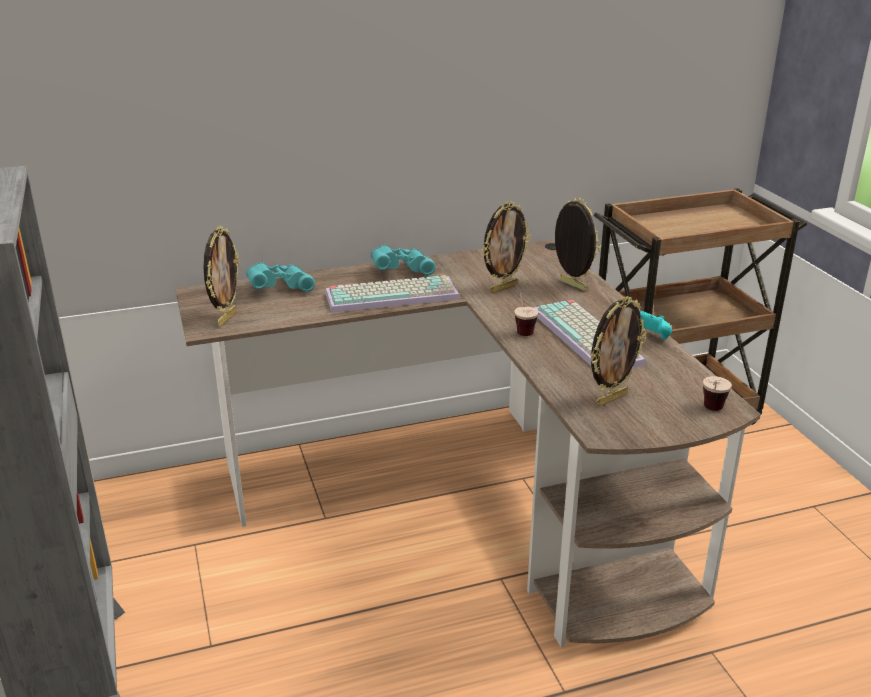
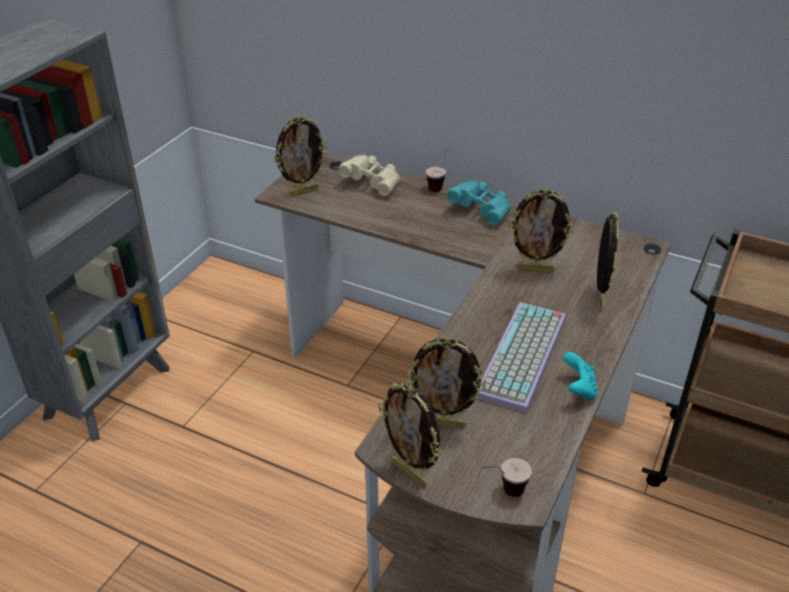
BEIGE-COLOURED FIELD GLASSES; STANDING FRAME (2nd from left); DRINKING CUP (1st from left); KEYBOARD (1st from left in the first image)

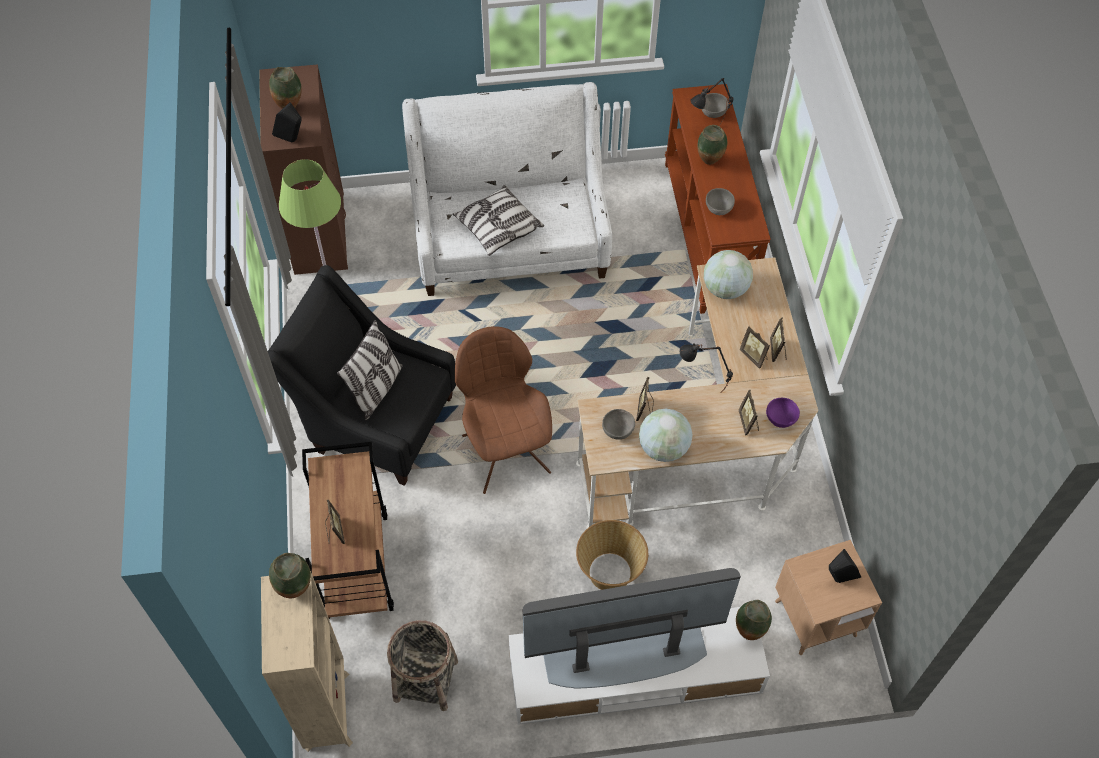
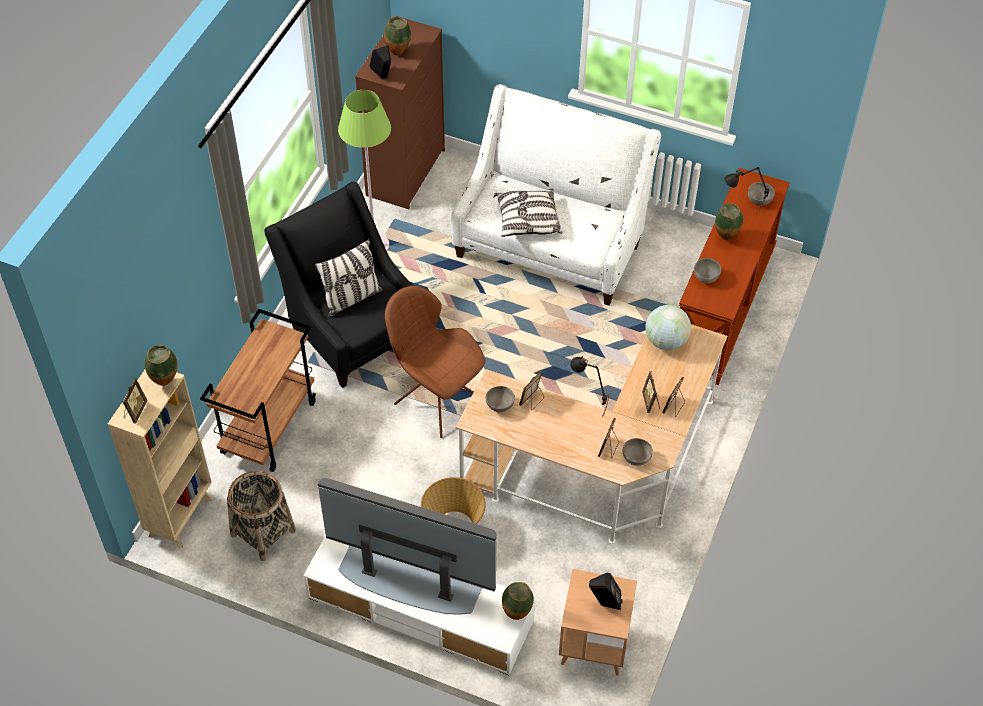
STANDING FRAME (1st from left); BROWNISH PLAIN CHAIR; GREYISH SERVING BOWL (2nd from left); GLOBE (1st from left in the first image)

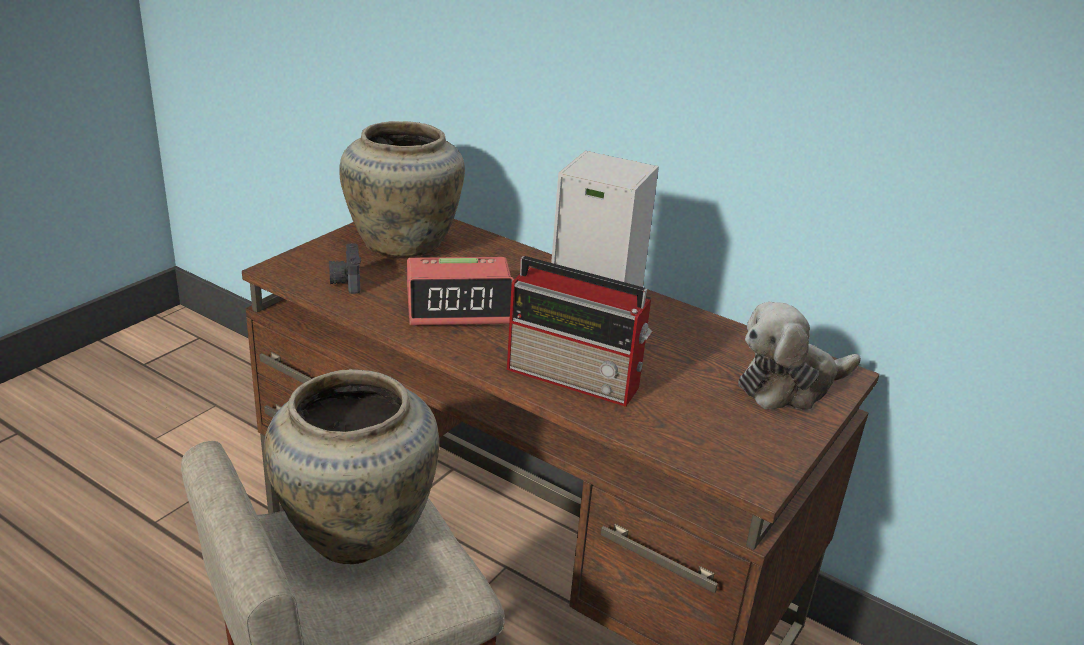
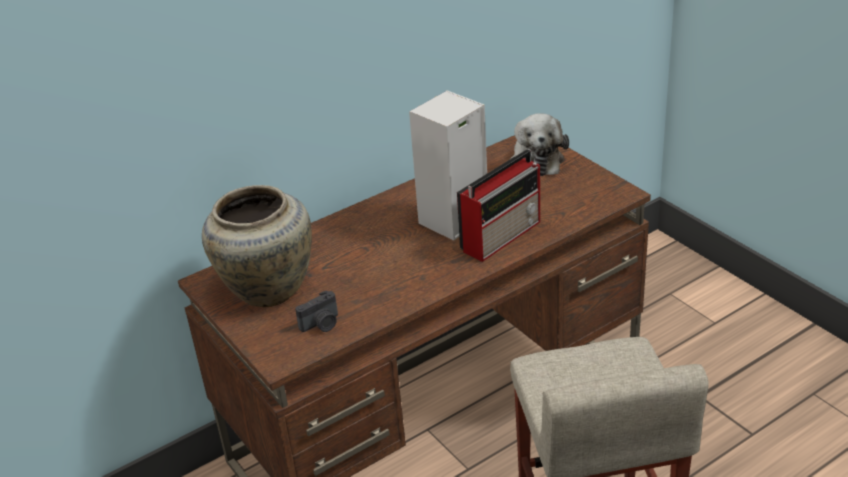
STILL CAMERA; BEIGE-COLOURED FLOWER VASE (1st from left in the first image); TABLE CLOCK

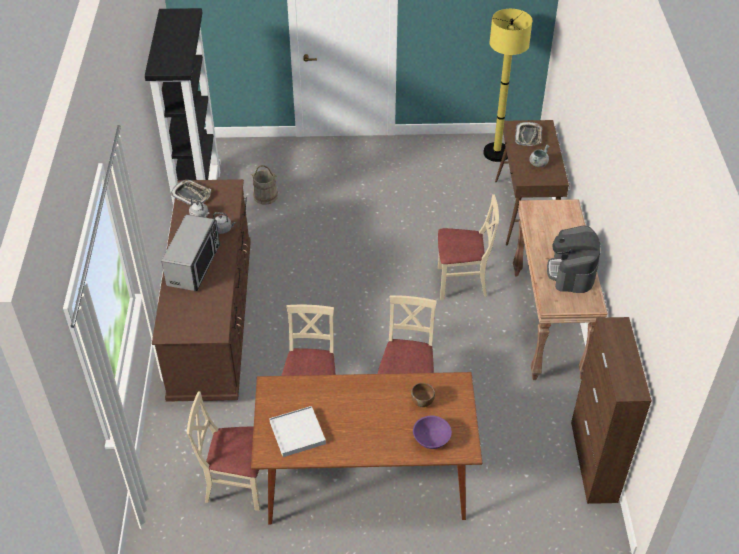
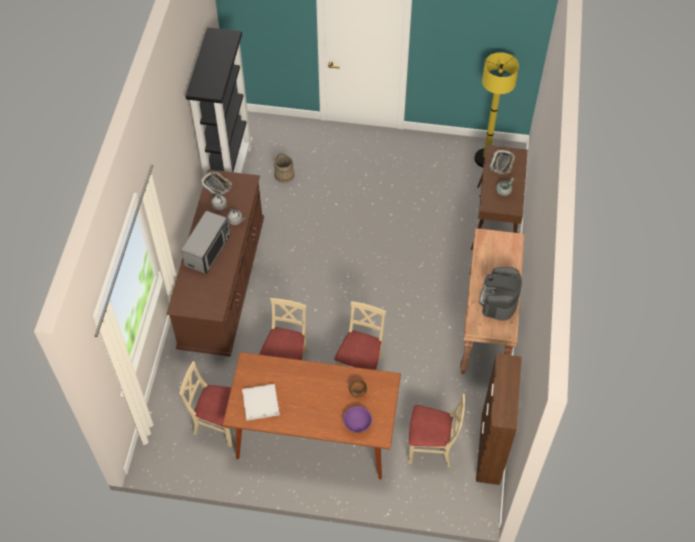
BEIGE-COLOURED PLAIN CHAIR (4th from left)

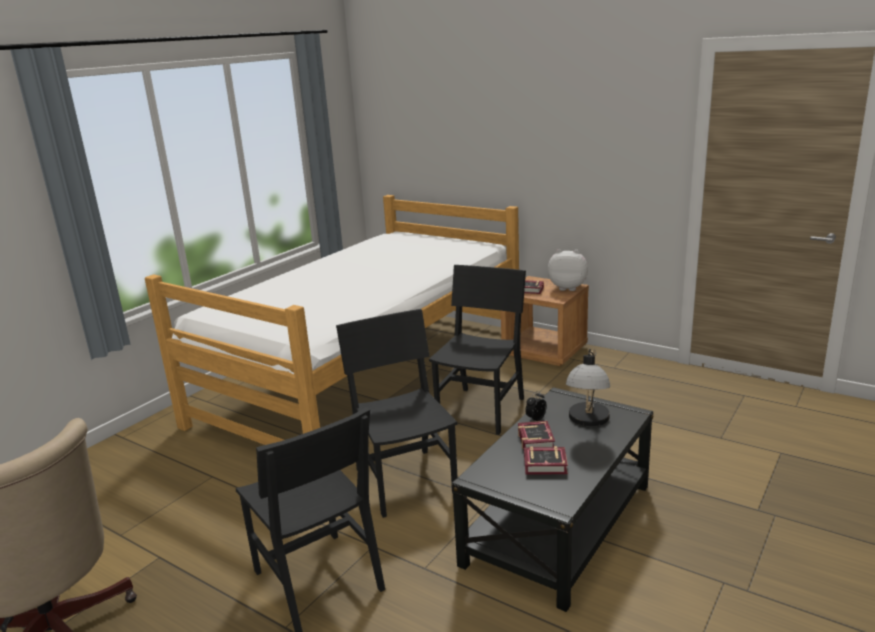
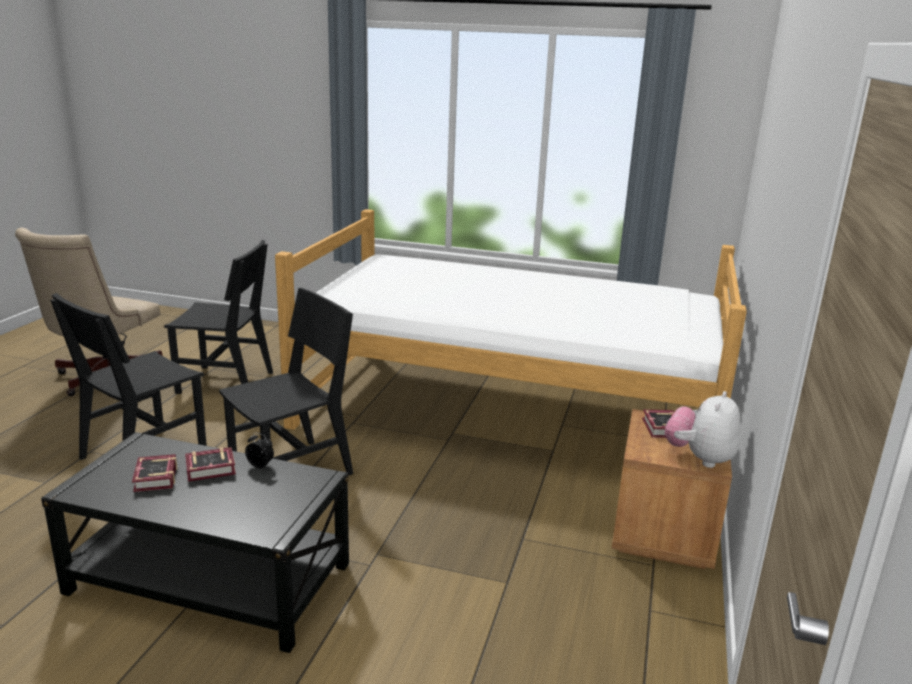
BLACK PLAIN CHAIR (2nd from left); CUDDLY TOY; TABLETOP LAMP

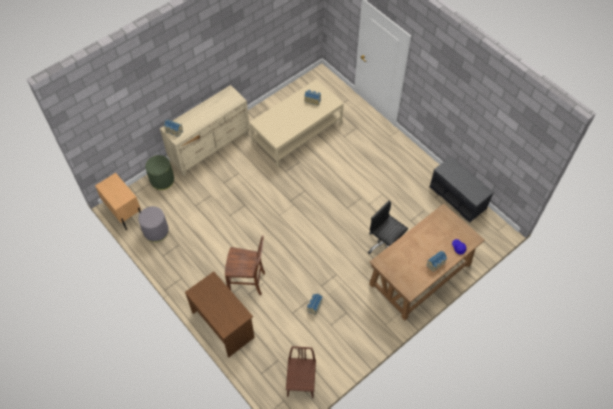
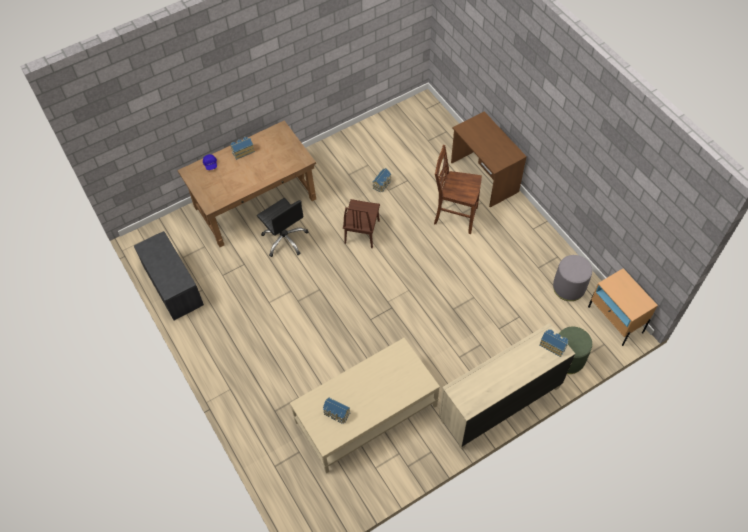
BROWNISH PLAIN CHAIR (1st from left)

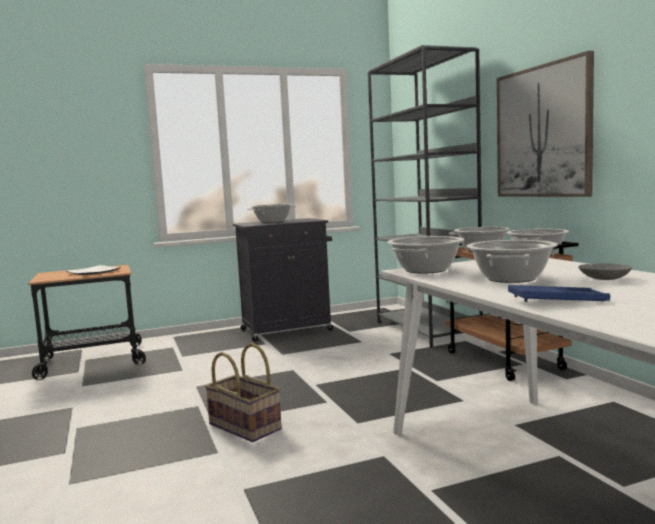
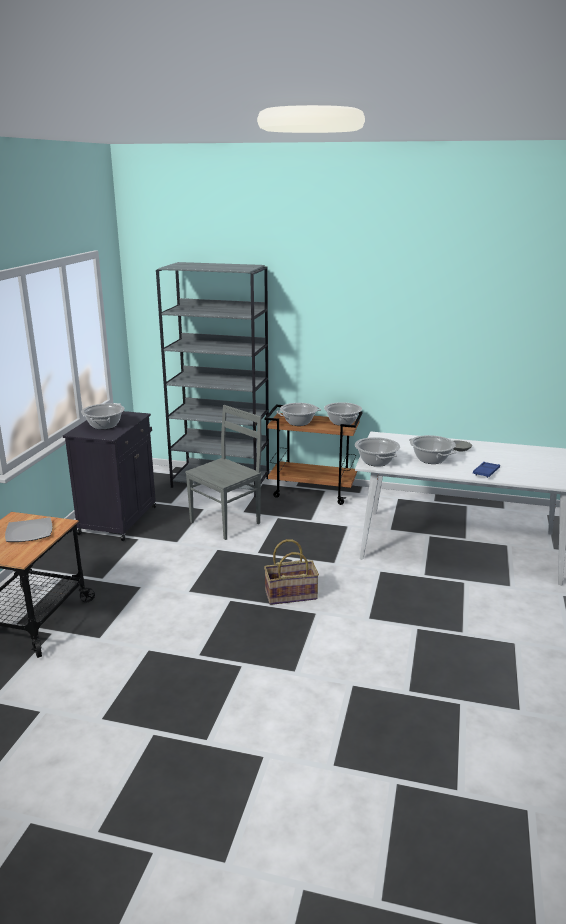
GREYISH PLAIN CHAIR; WALL PICTURE

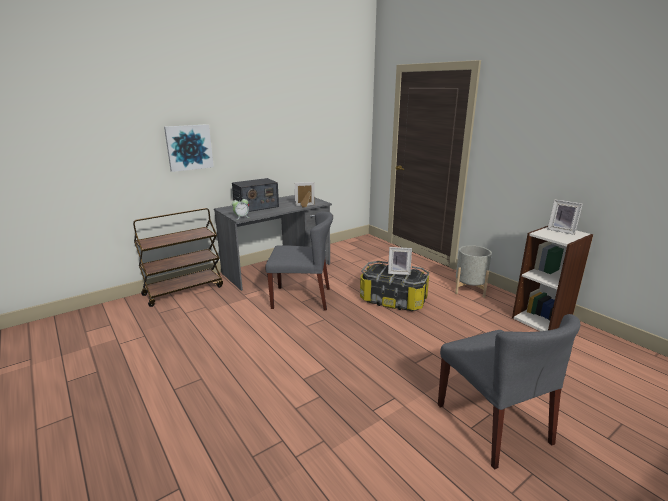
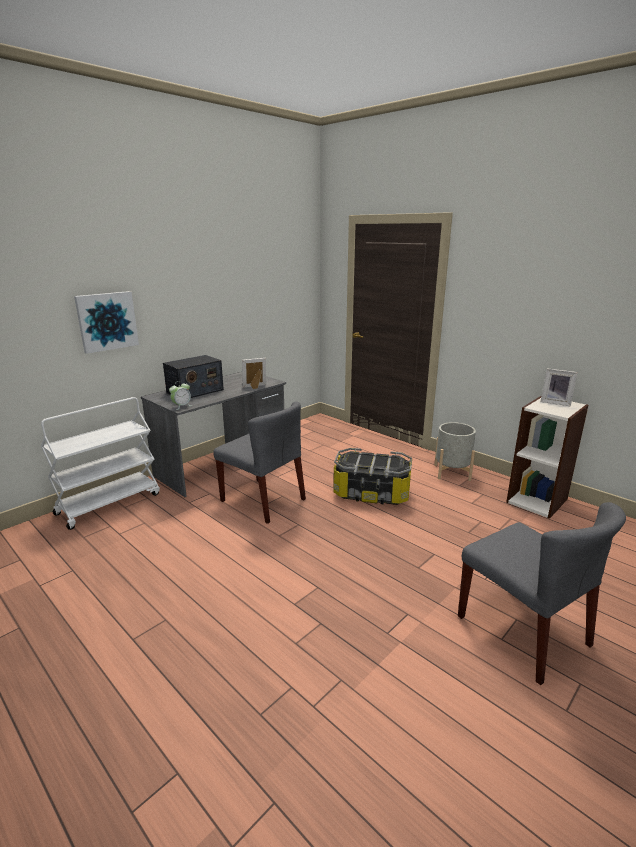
WHITE-COLOURED CART; GREYISH PLAIN CHAIR (1st from left); STANDING FRAME (2nd from left in the first image)

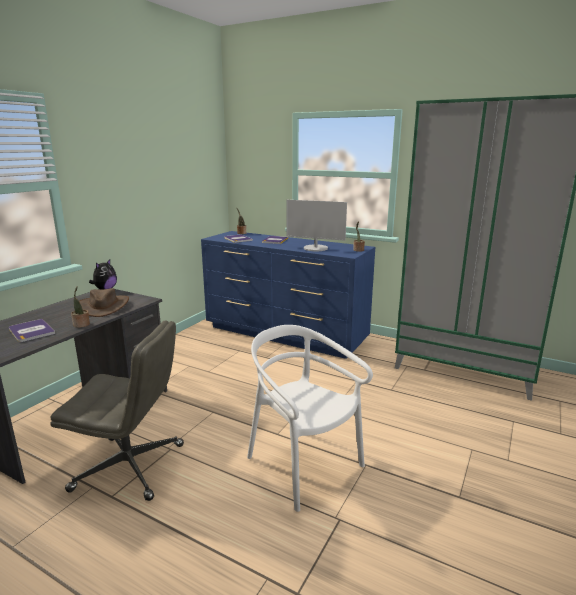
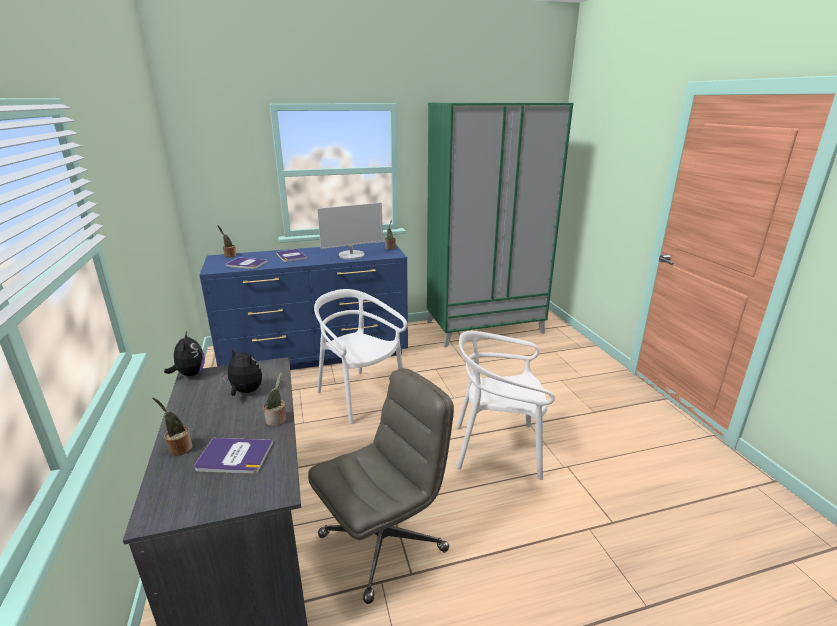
POTTED PLANT (1st from left); CUDDLY TOY (2nd from left); WHITE-COLOURED PLAIN CHAIR (1st from left)

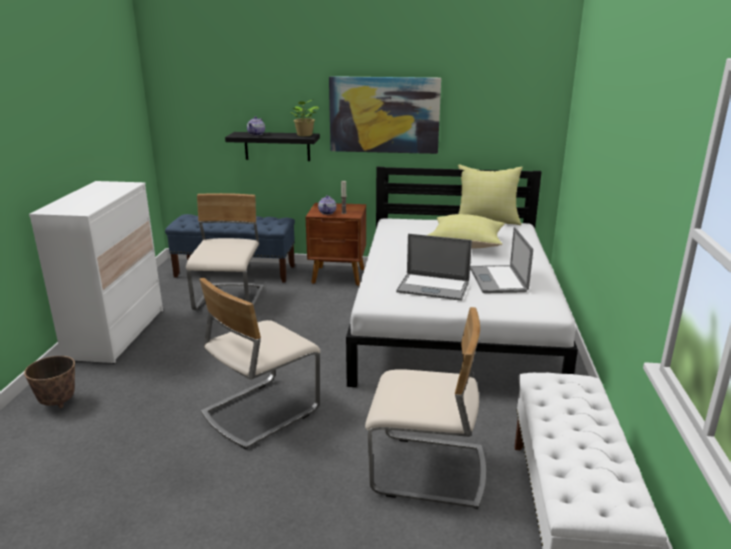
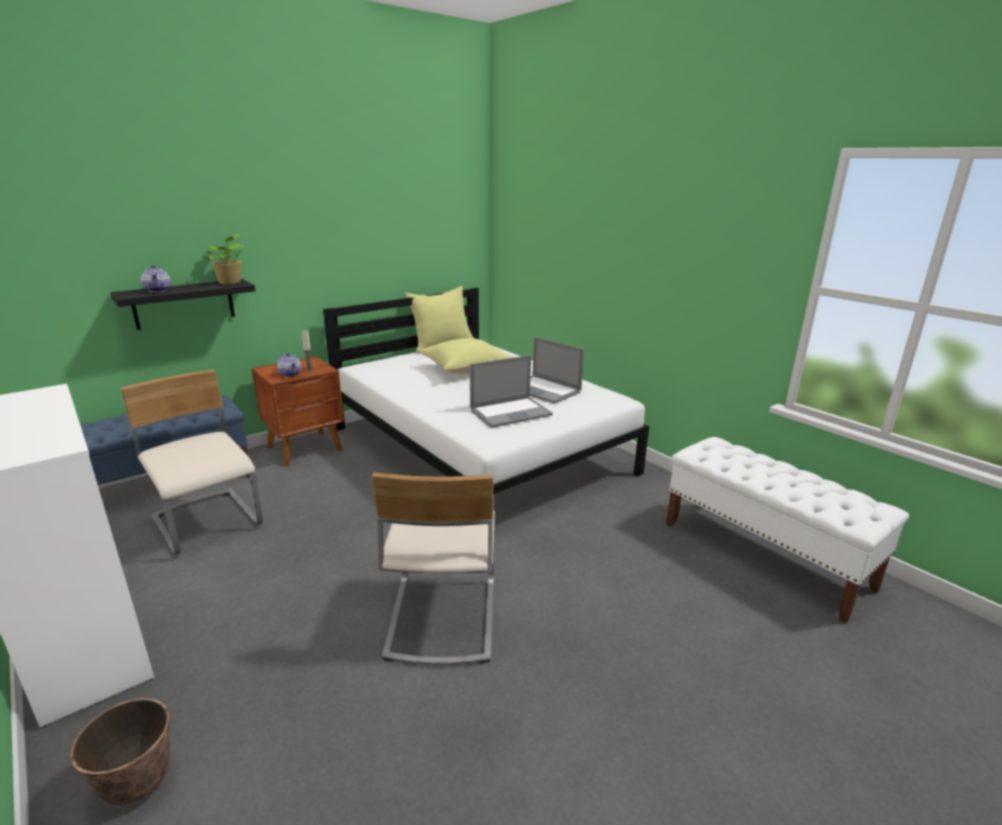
WALL PICTURE; BEIGE-COLOURED PLAIN CHAIR (3rd from left in the first image)

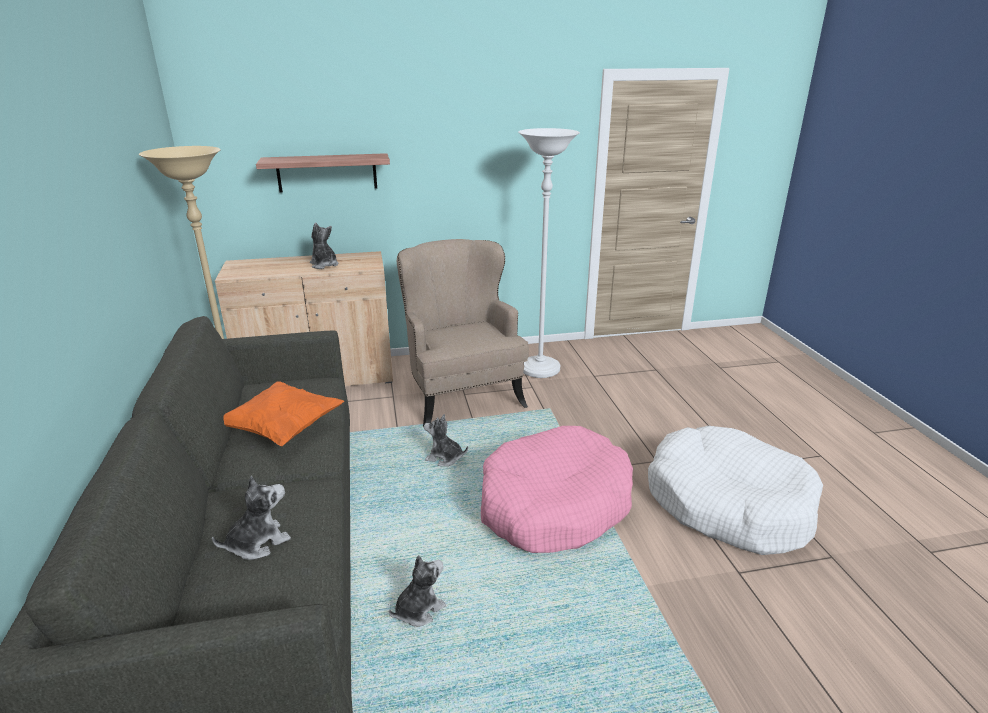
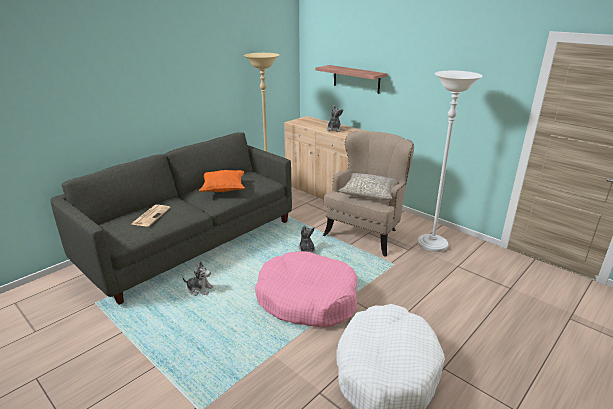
DAILY PAPER; GREYISH THROW PILLOW

